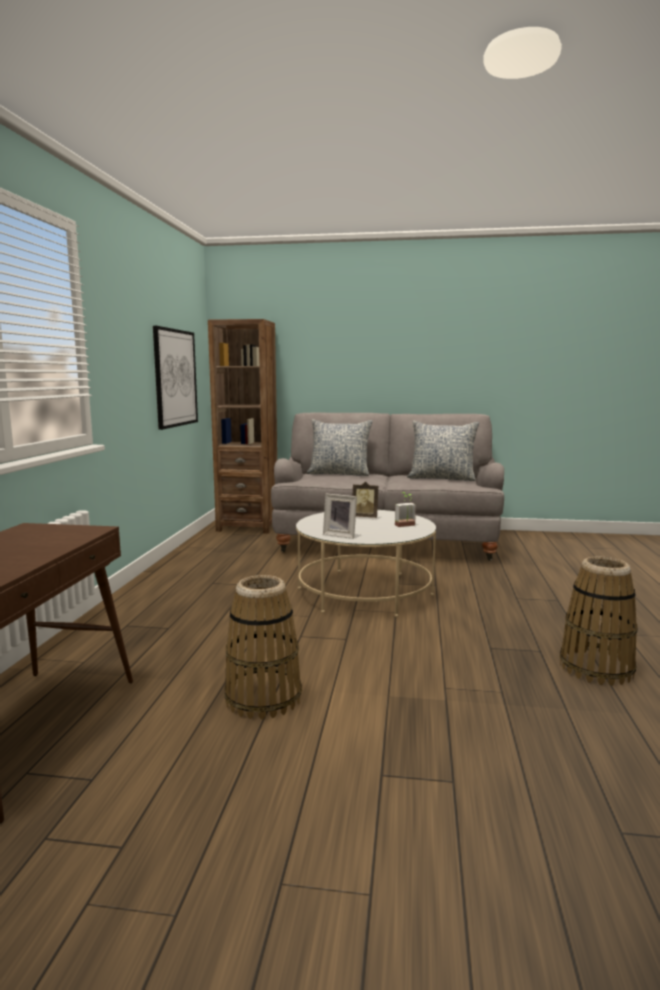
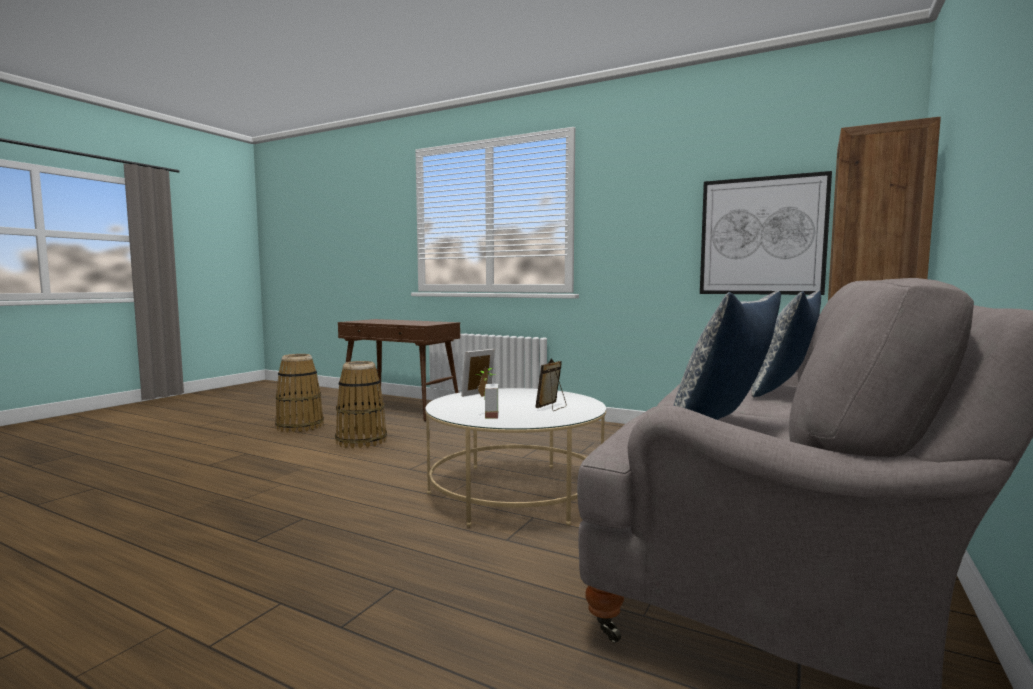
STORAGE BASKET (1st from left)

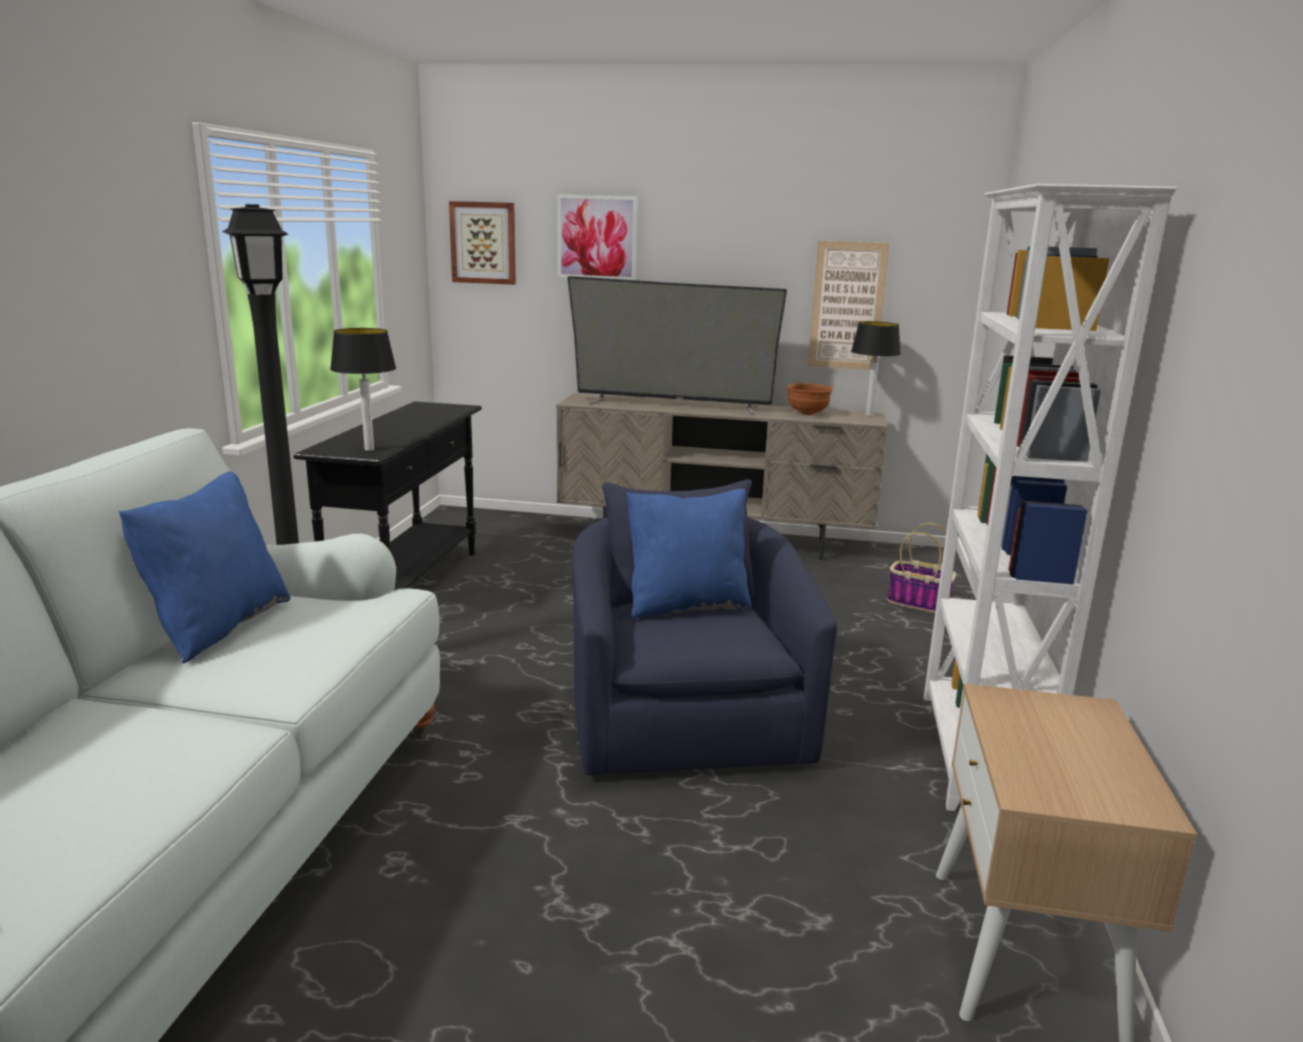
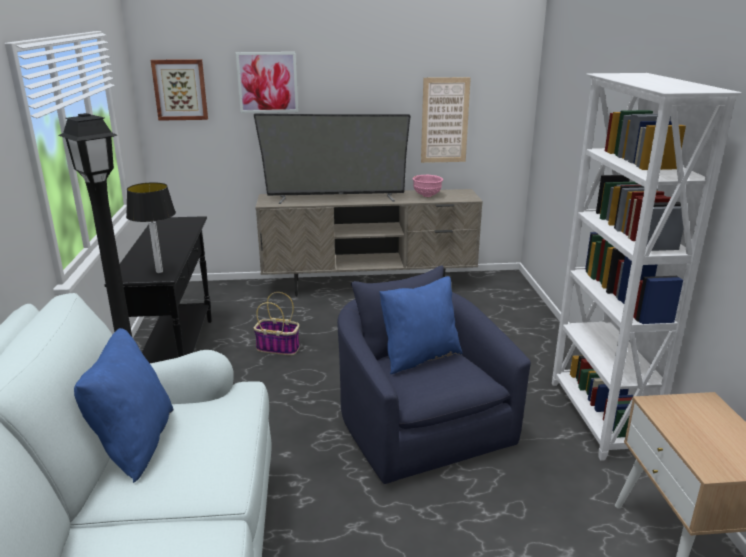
STORAGE BASKET; PINK SERVING BOWL; TABLETOP LAMP (2nd from left in the first image)

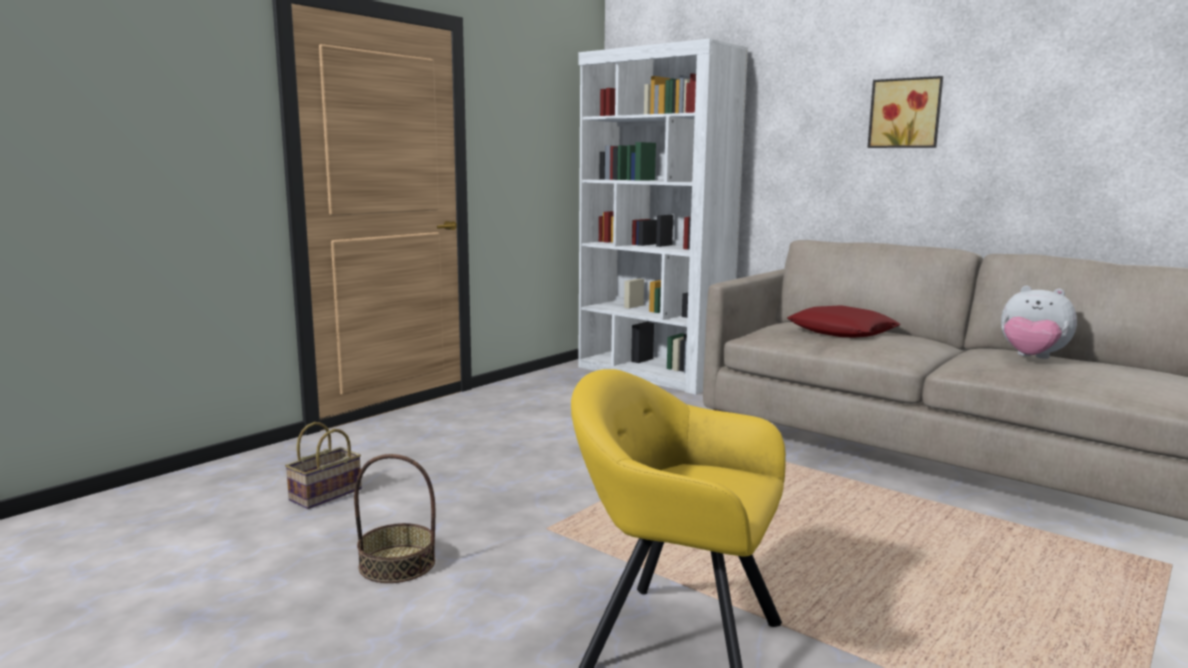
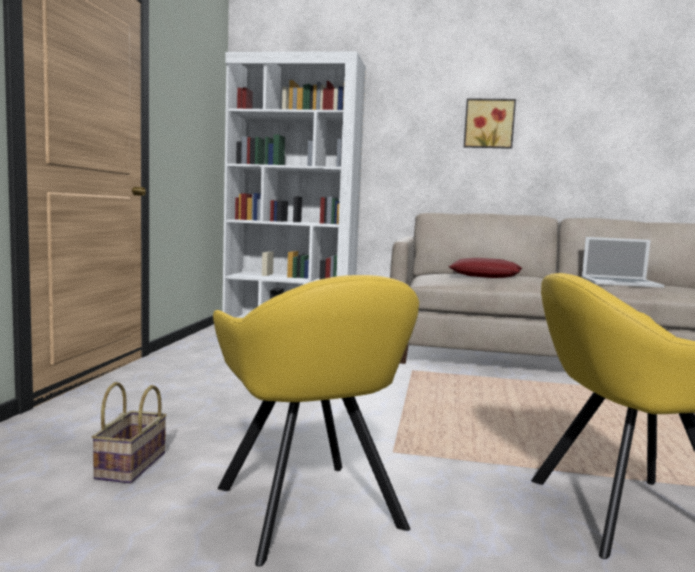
YELLOW-COLOURED EASY CHAIR (1st from left); PORTABLE COMPUTER

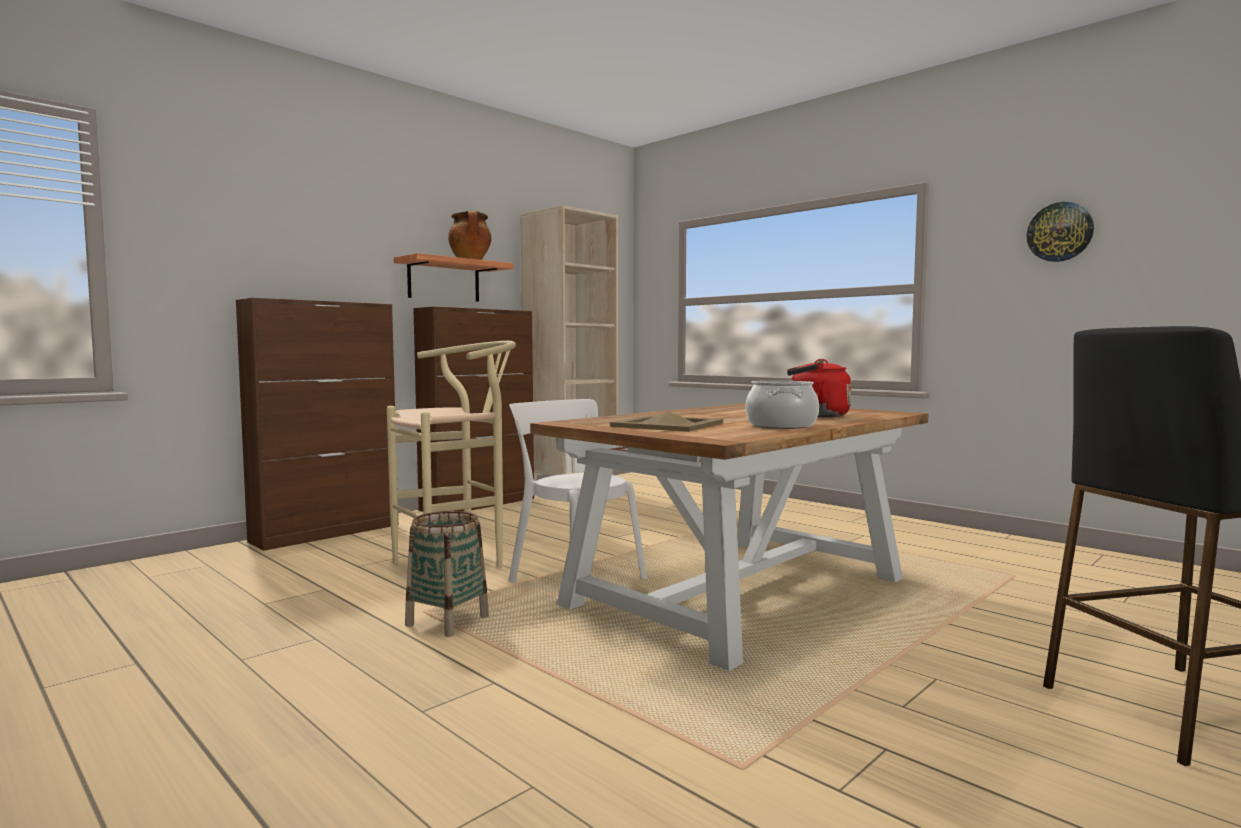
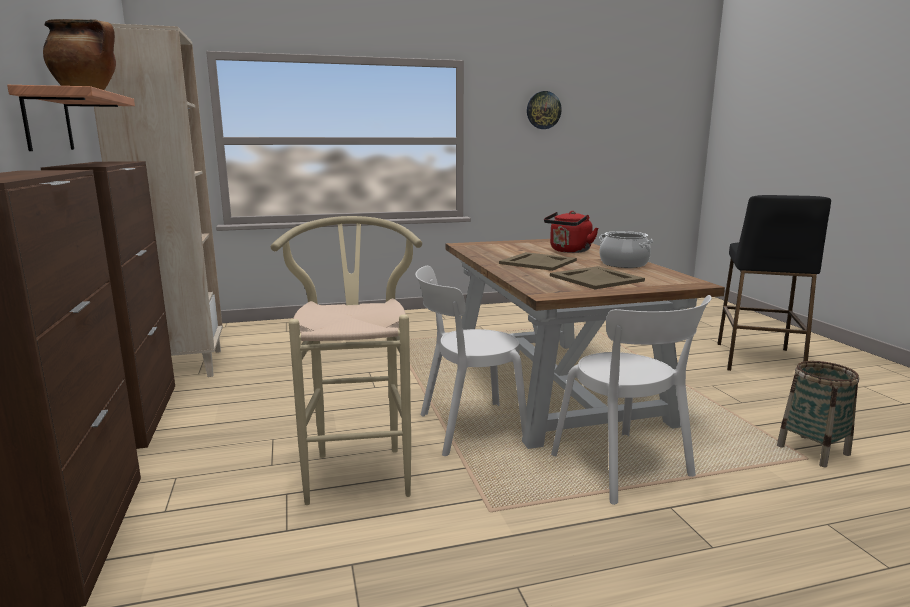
BEIGE-COLOURED SERVING TRAY (1st from left); WHITE-COLOURED PLAIN CHAIR (2nd from left); STORAGE BASKET

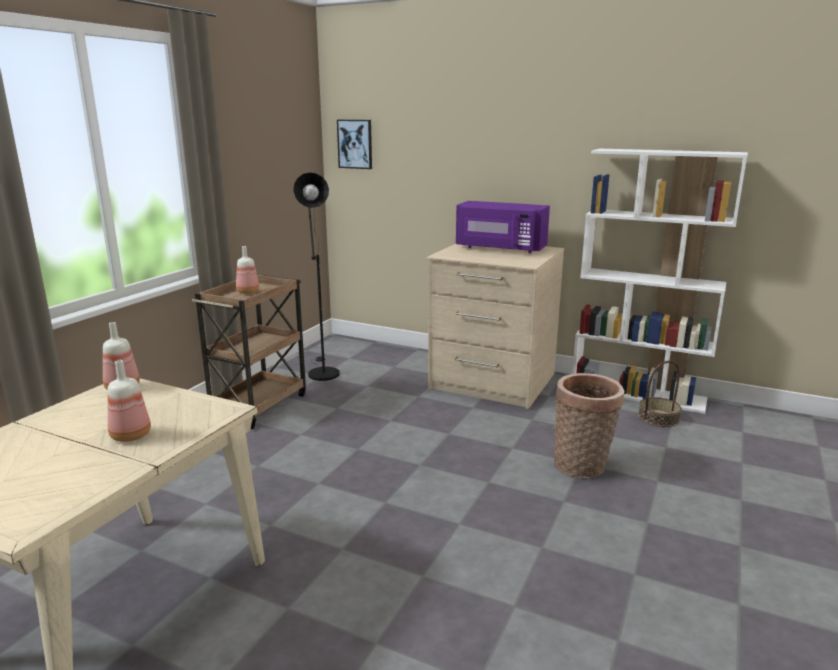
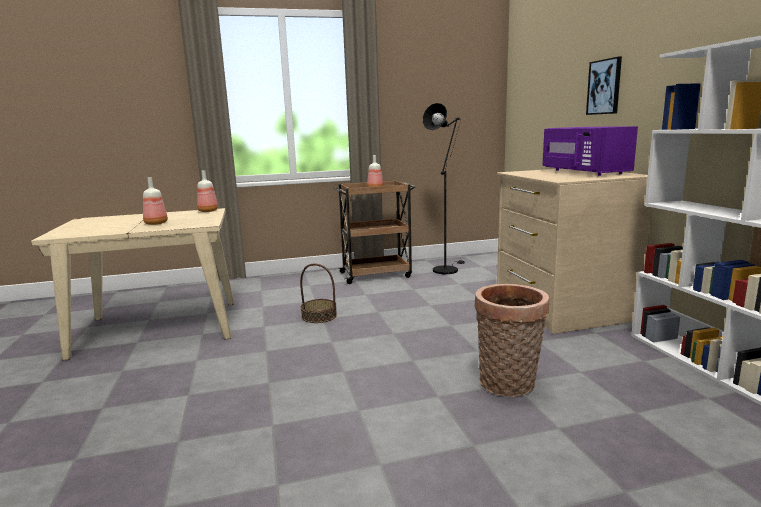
STORAGE BASKET (1st from left); WALL PICTURE

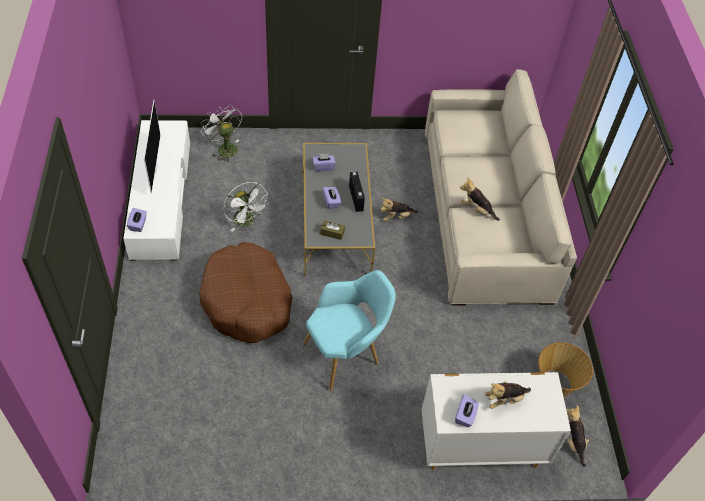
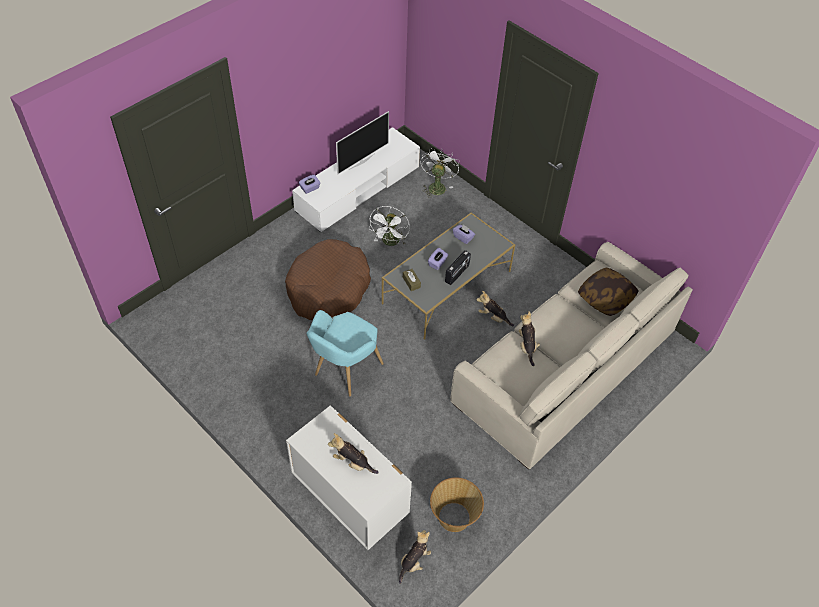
TURQUOISE EASY CHAIR; THROW PILLOW; PURPLE-COLOURED BOX OF TISSUES (4th from left in the first image)

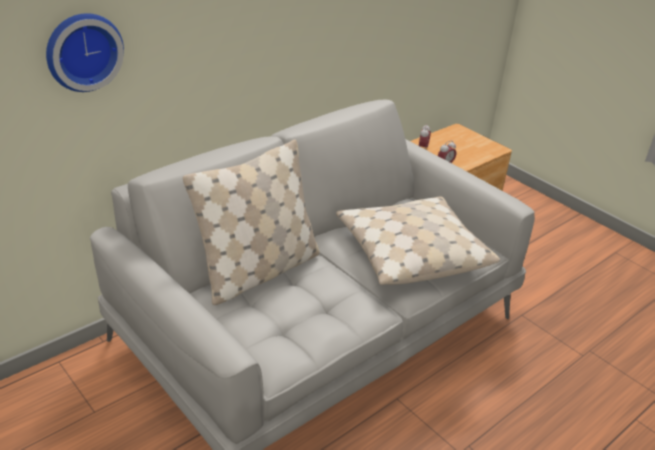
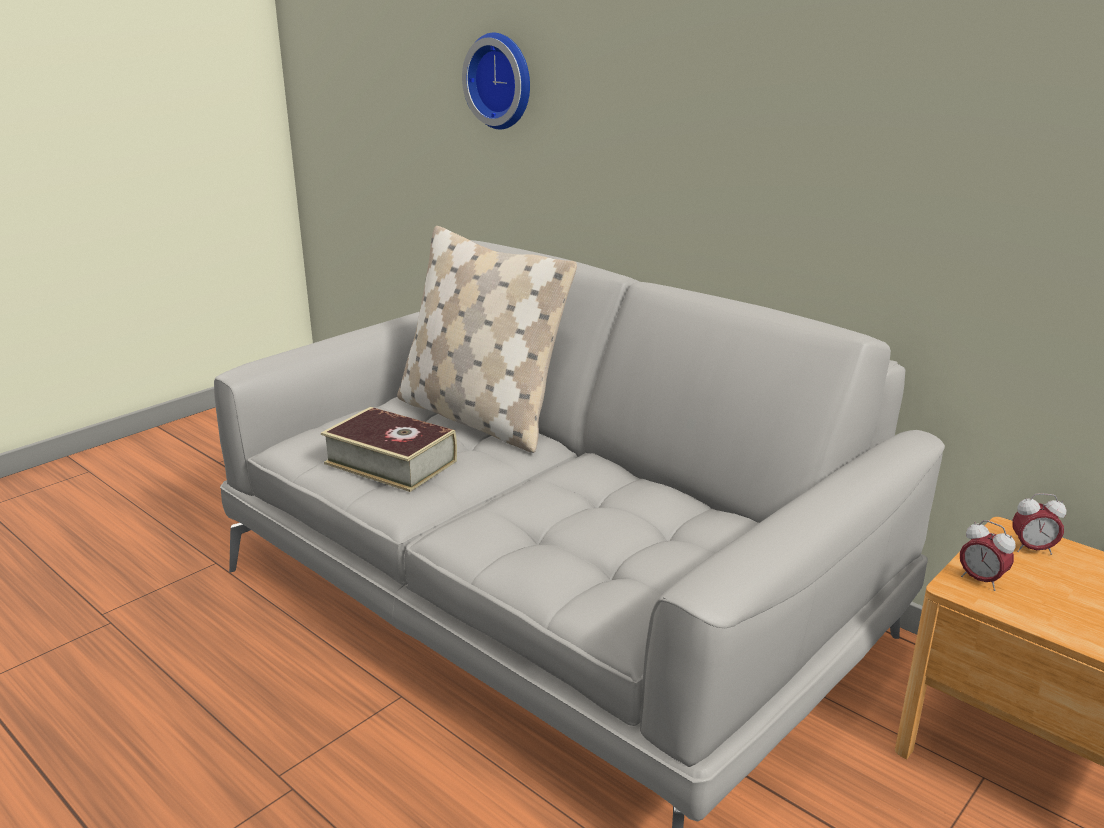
BOOK; BEIGE-COLOURED THROW PILLOW (2nd from left in the first image)

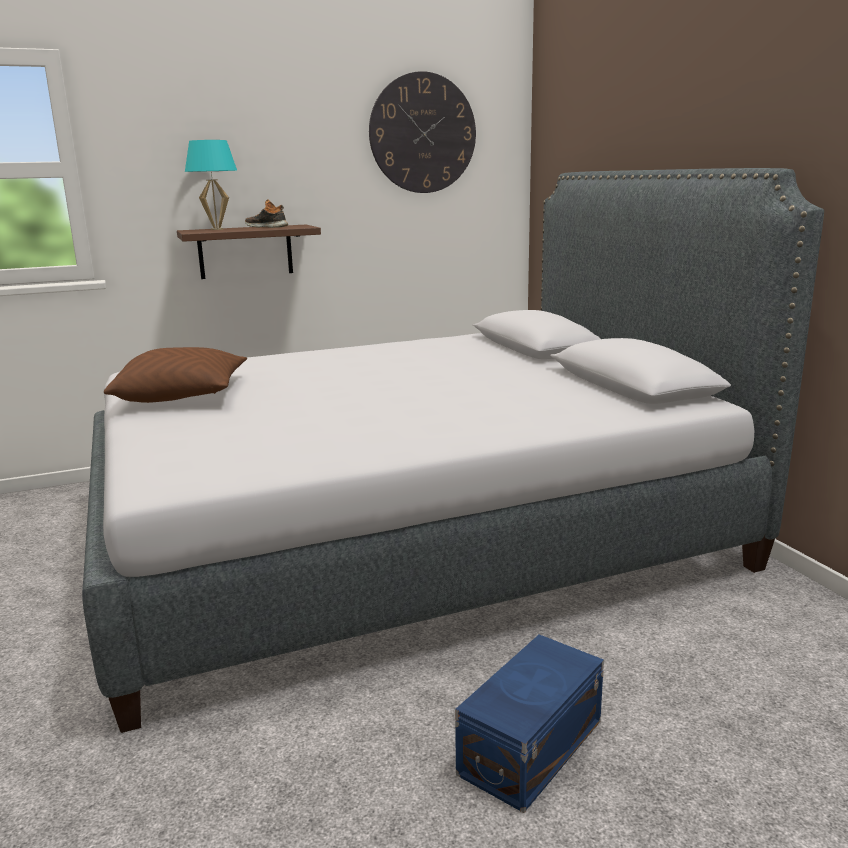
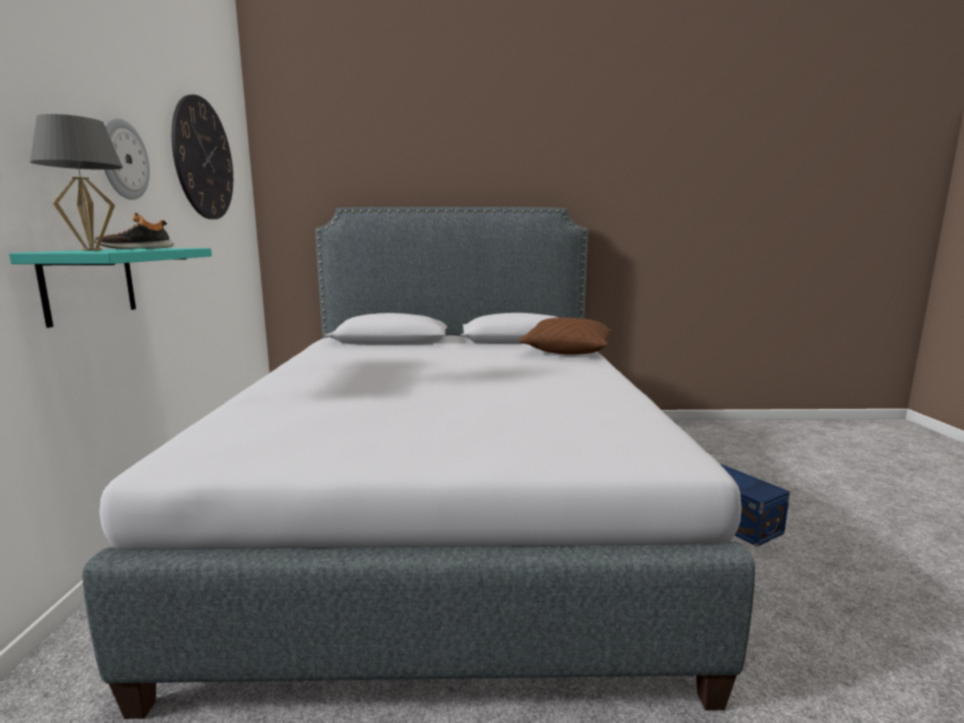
TURQUOISE SHELF; GREYISH TABLETOP LAMP; WALL CLOCK (1st from left); BROWNISH THROW PILLOW

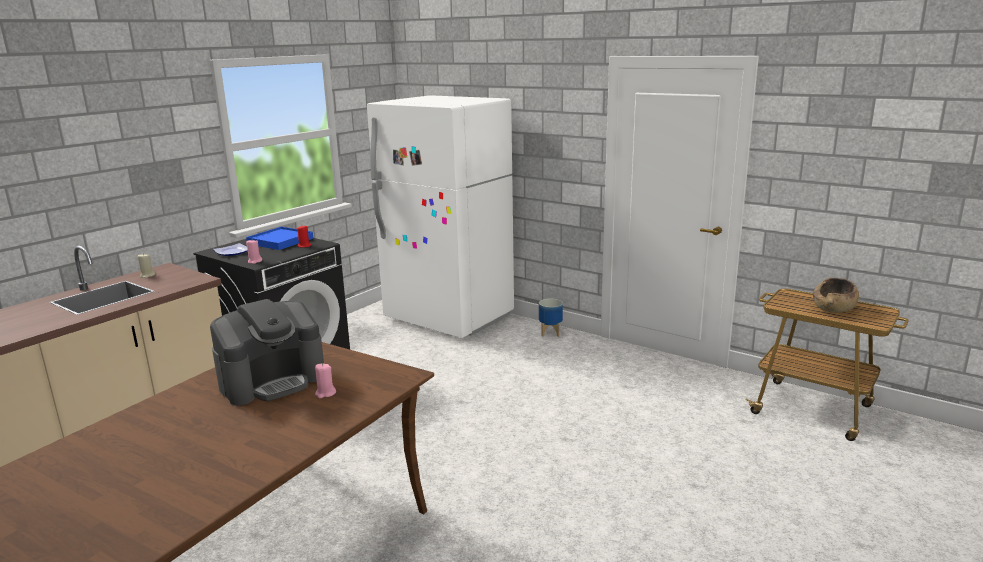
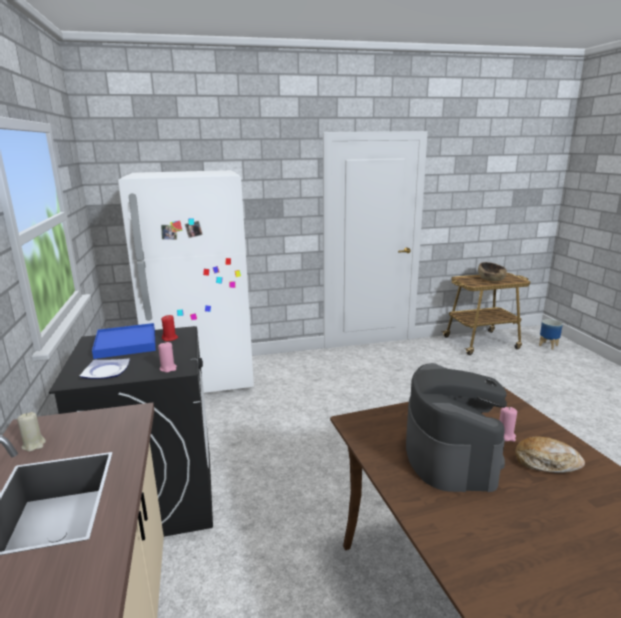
BAKED BREAD; PLANTER

